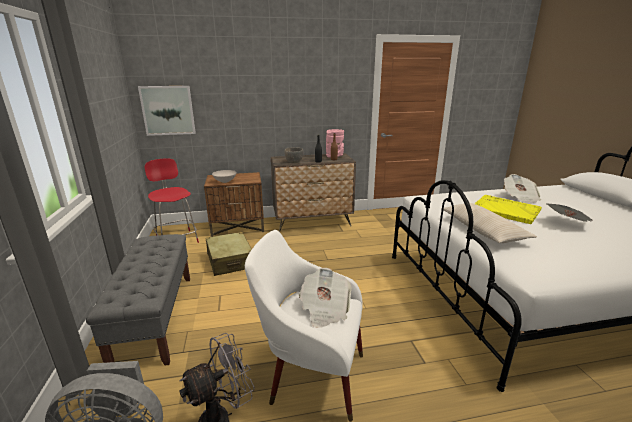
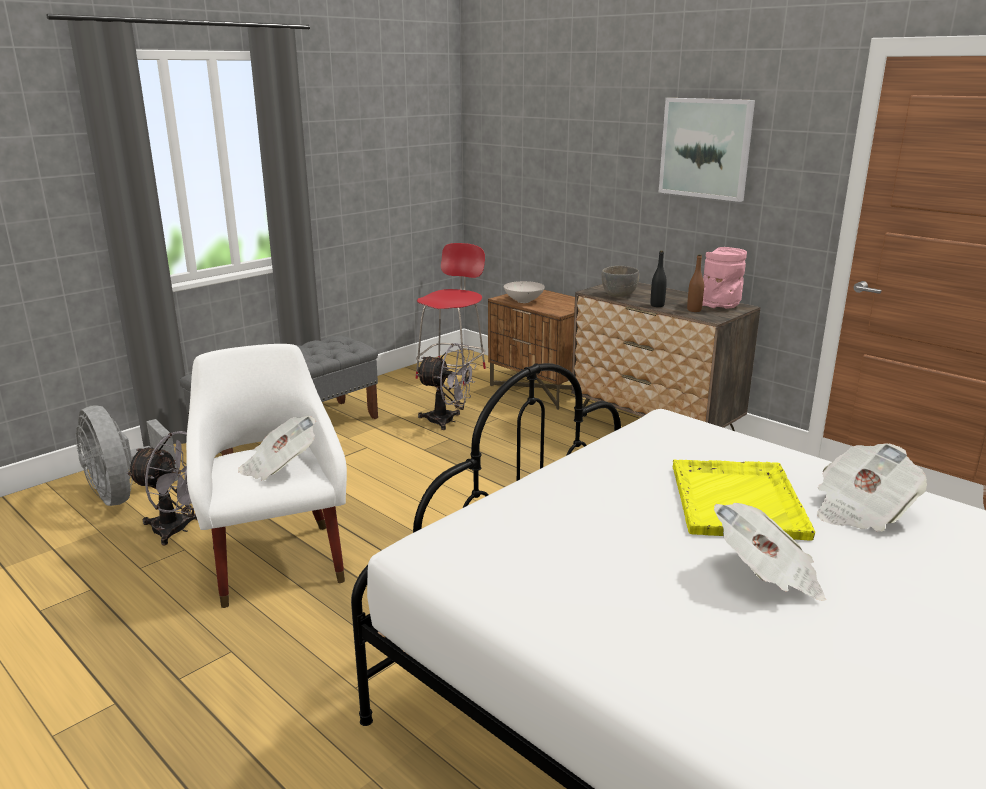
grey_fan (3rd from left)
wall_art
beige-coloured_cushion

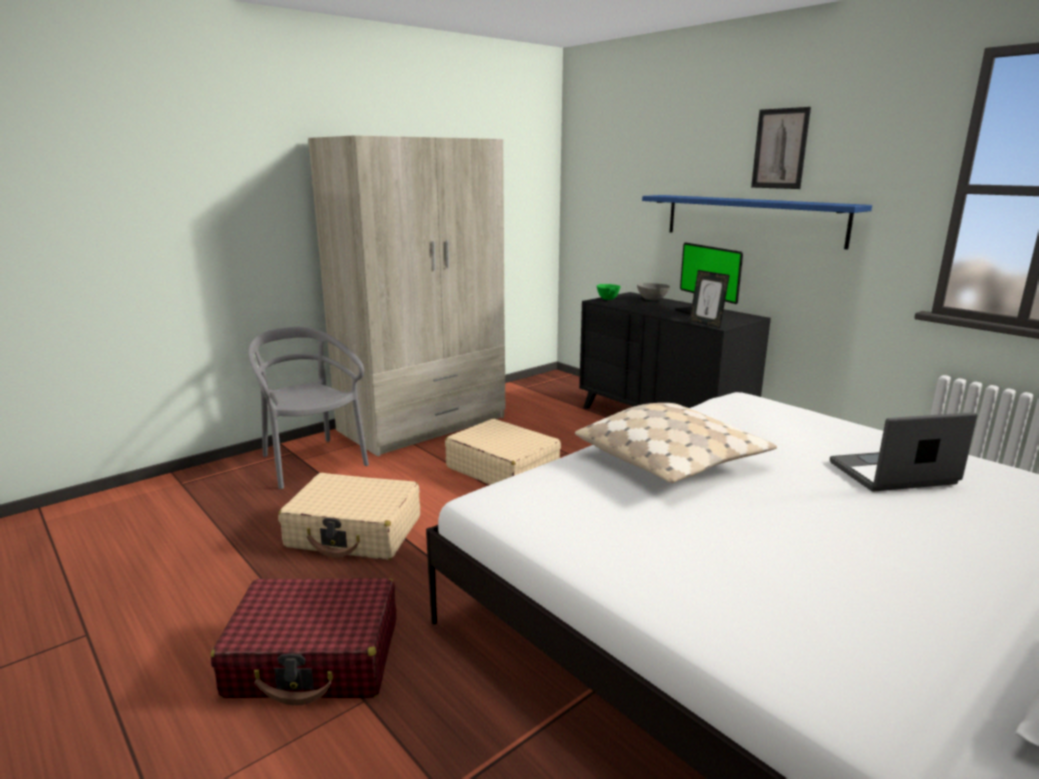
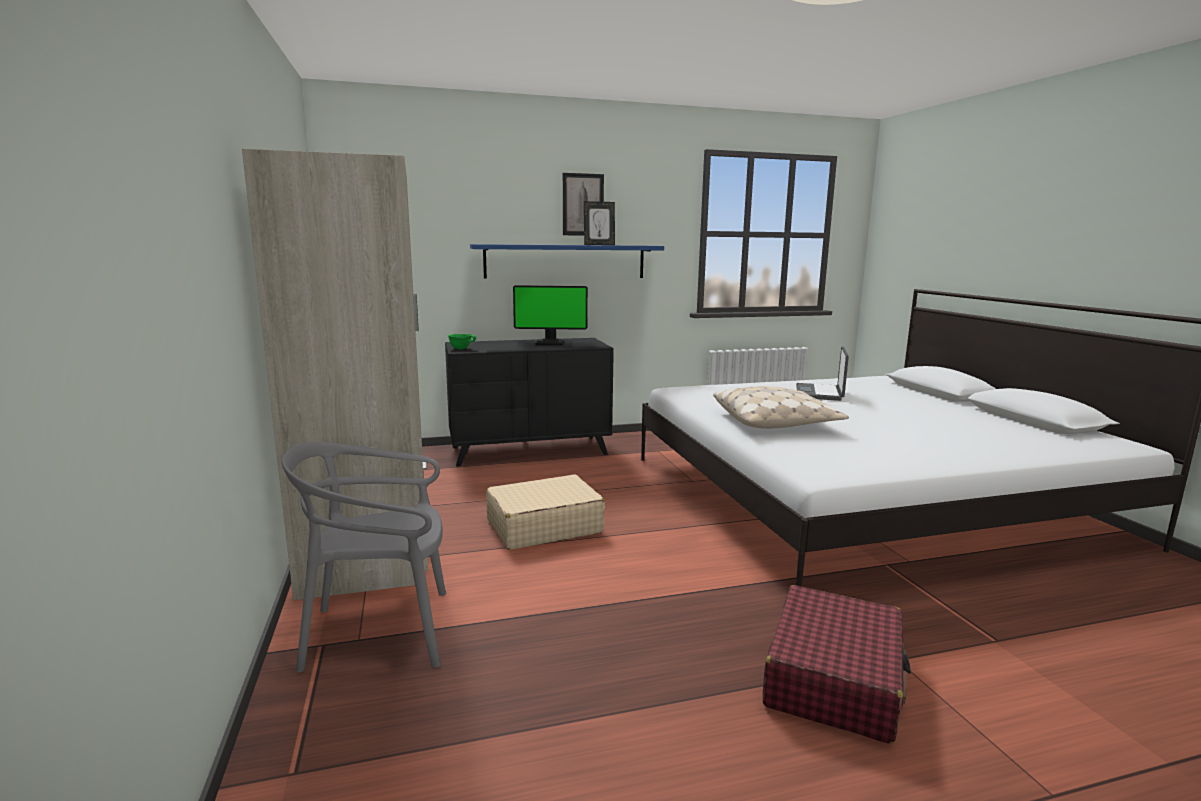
standing_frame
beige-coloured_piece_of_luggage (1st from left in the first image)
grey_serving_bowl

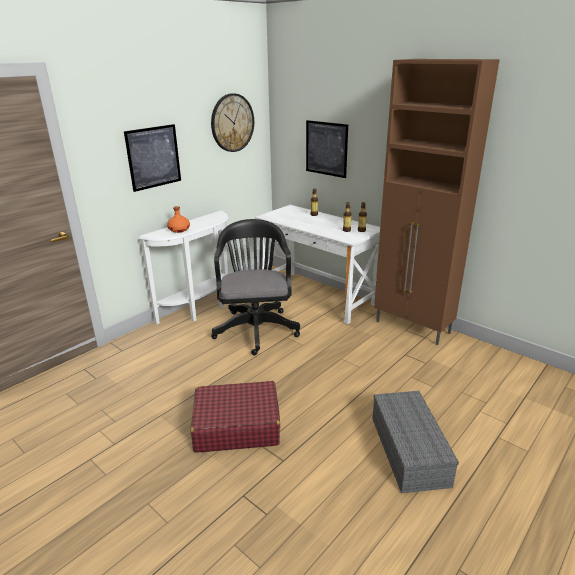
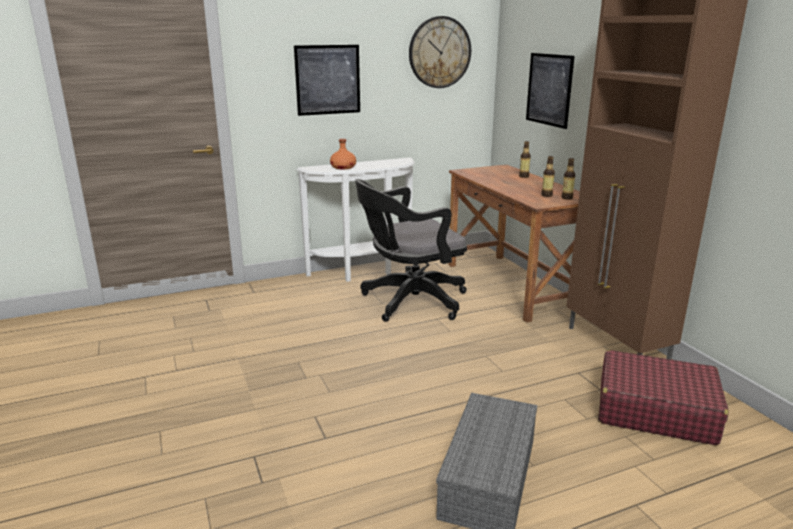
blackish_desk_chair
brown_desk_unit
red_piece_of_luggage

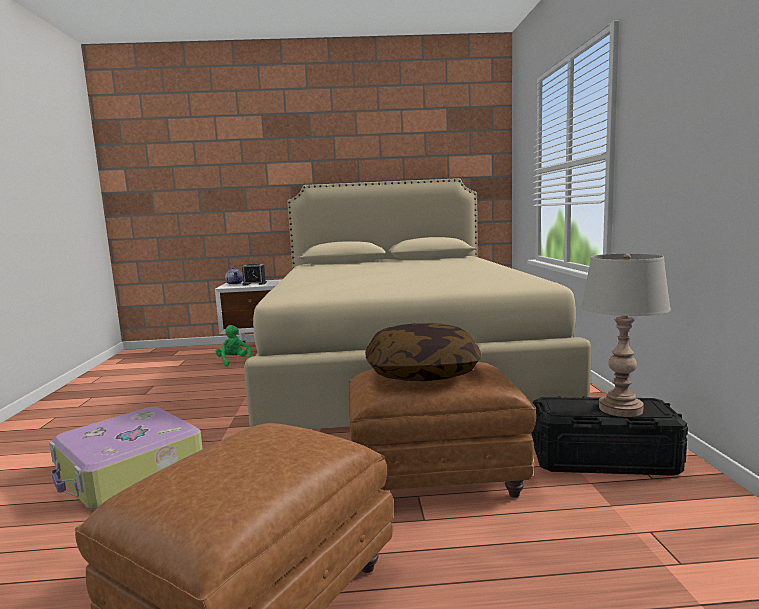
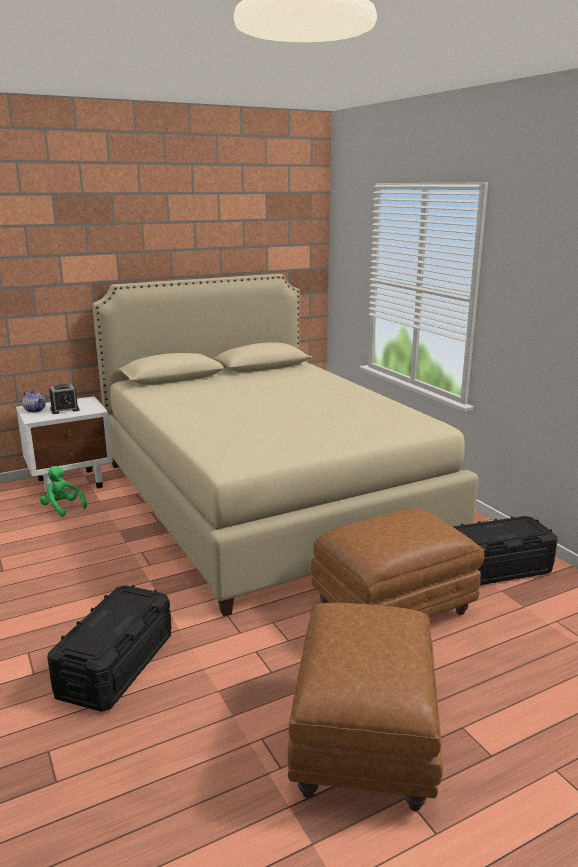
blackish_storage_container (1st from left)
cushion
grey_lamp_for_a_table

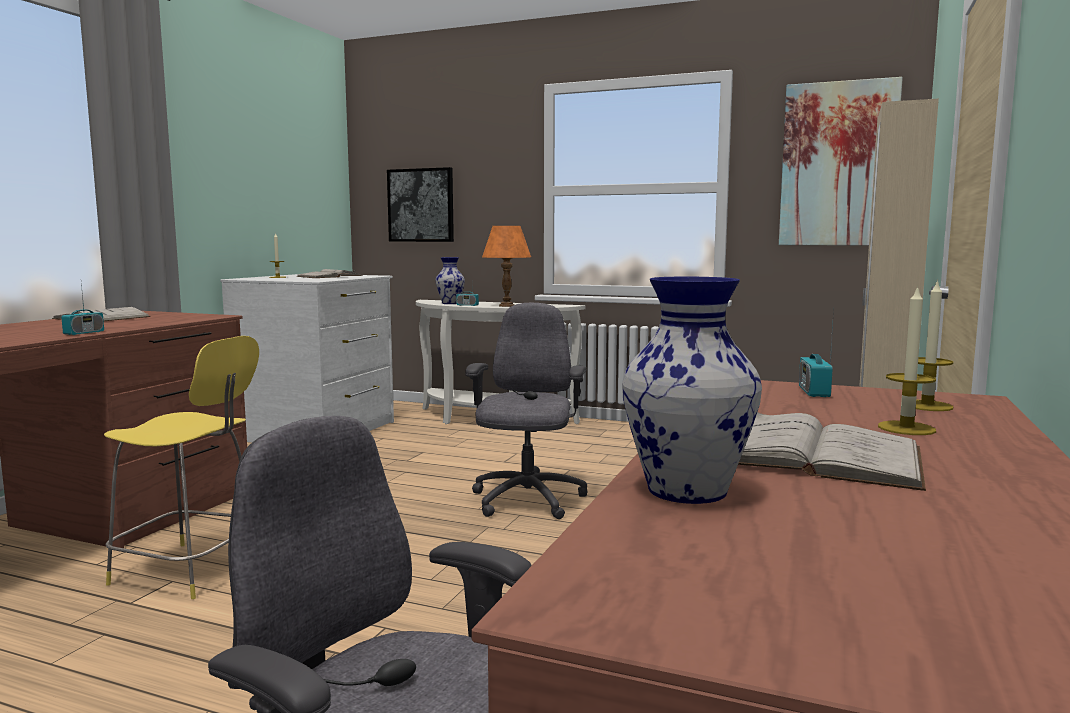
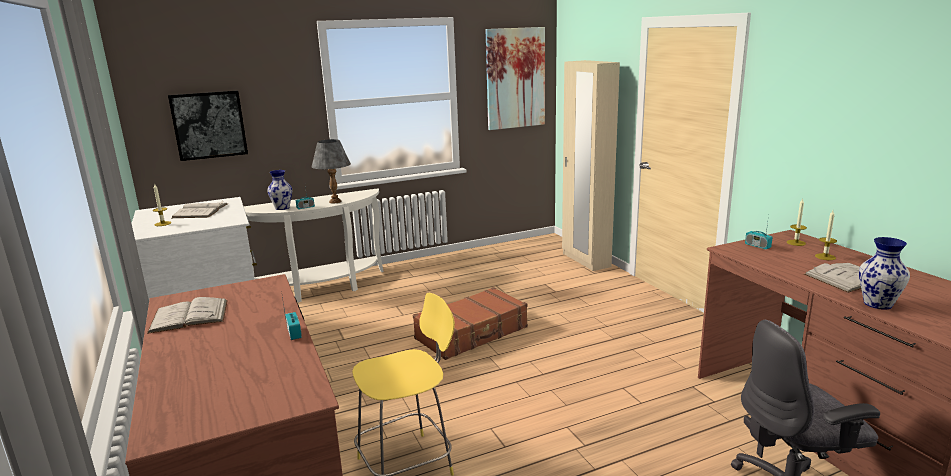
grey_lamp_for_a_table
brown_piece_of_luggage

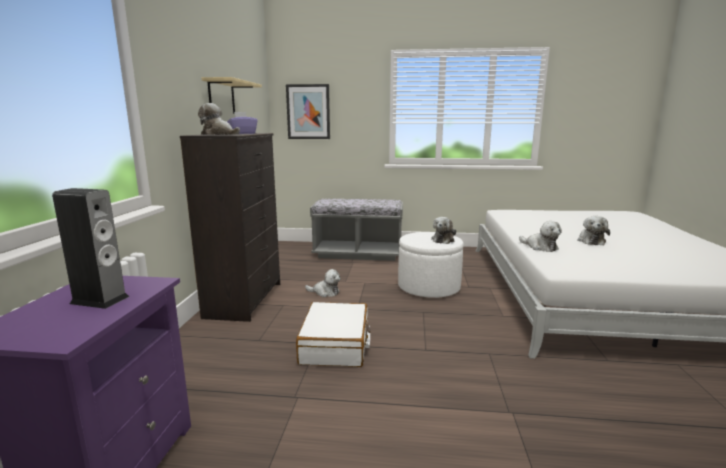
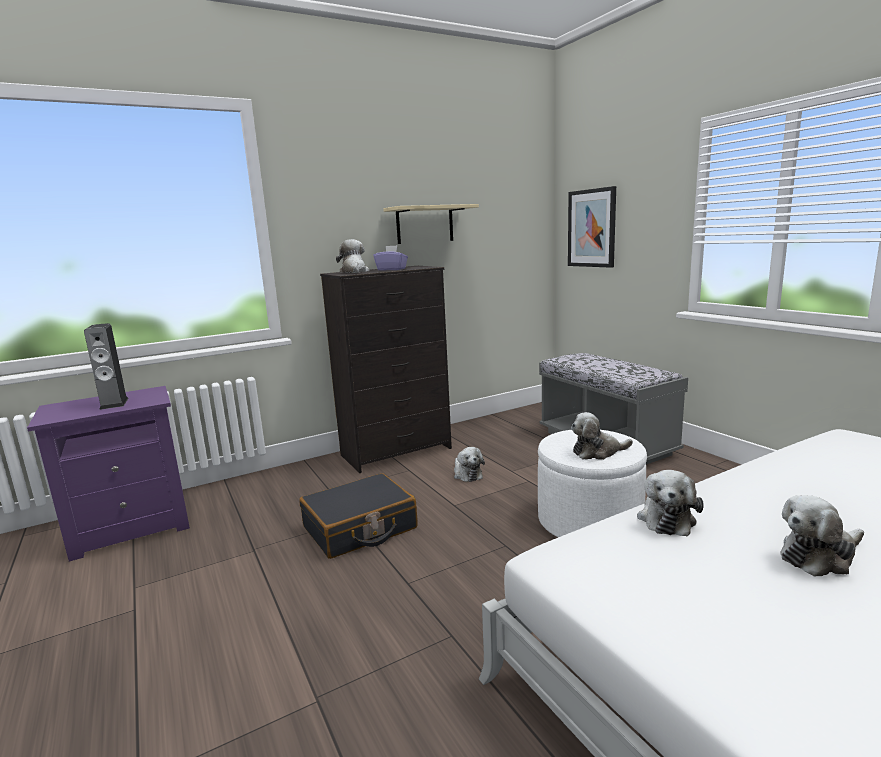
blackish_piece_of_luggage

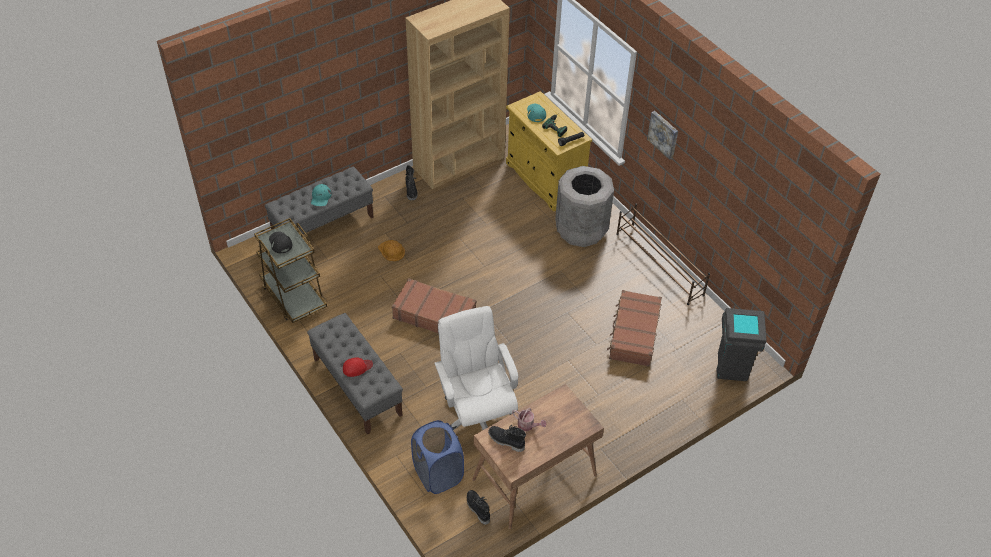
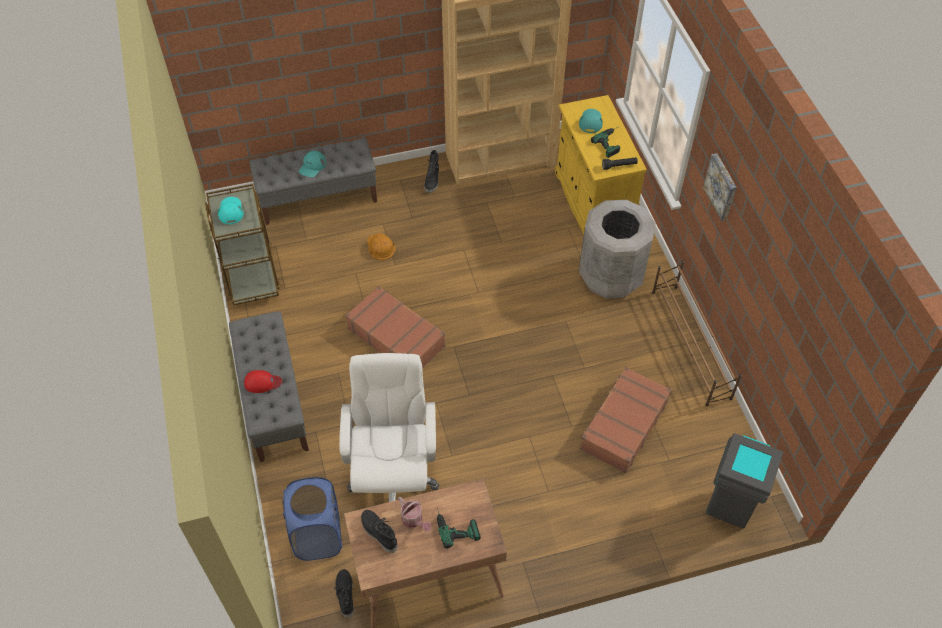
turquoise_baseball_cap (1st from left)
power_drill (1st from left)

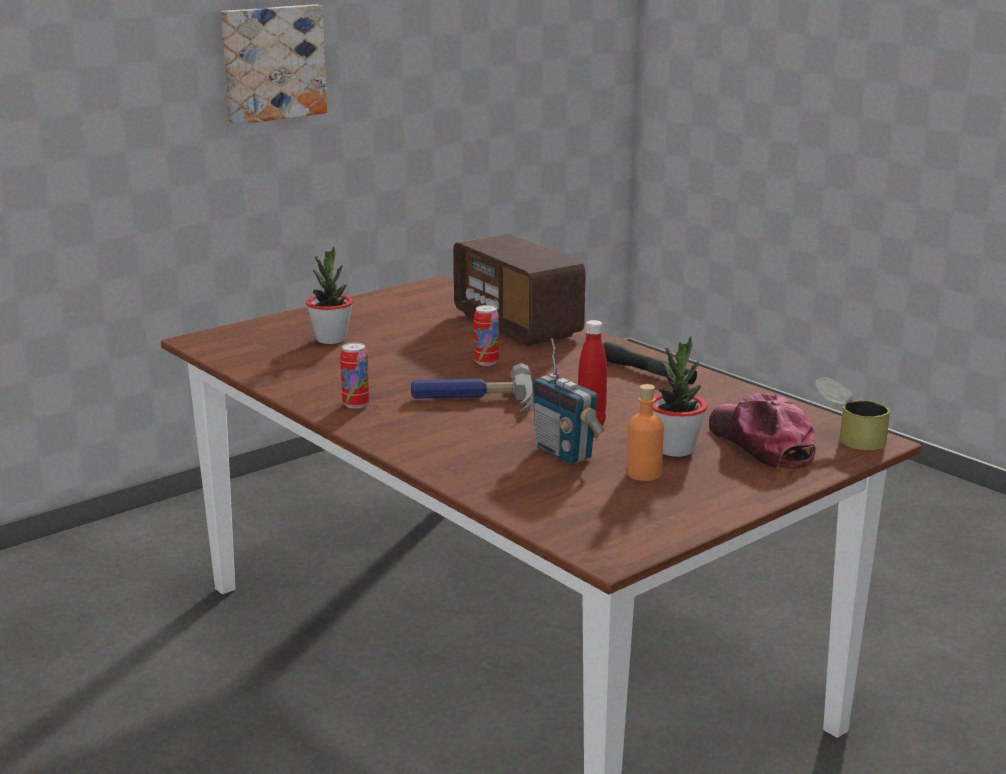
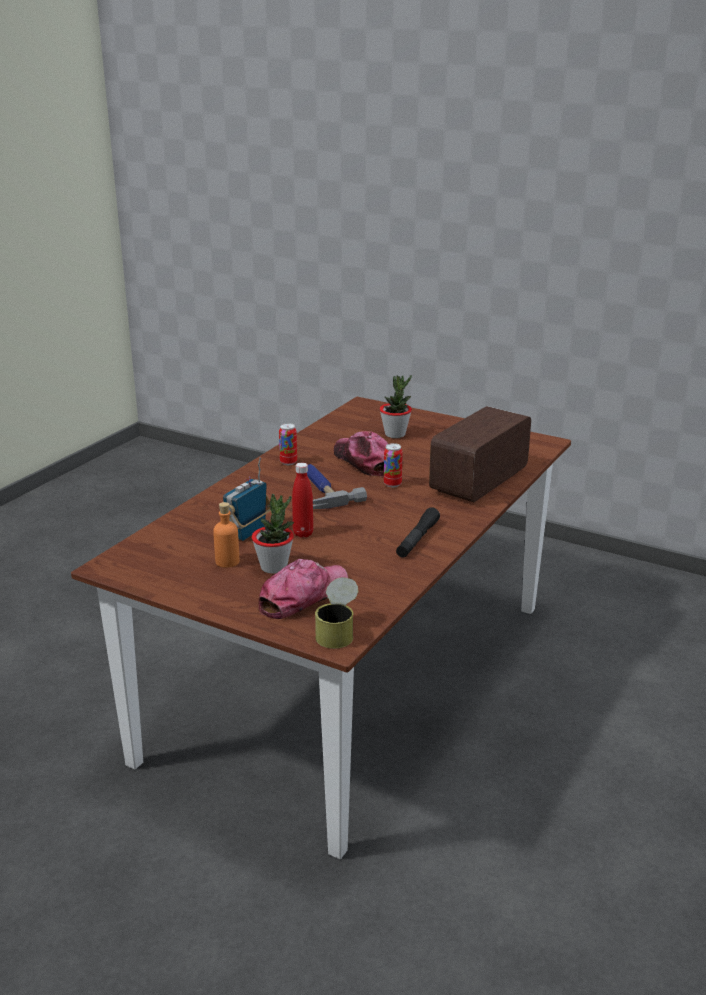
baseball_cap (2nd from left)
wall_art

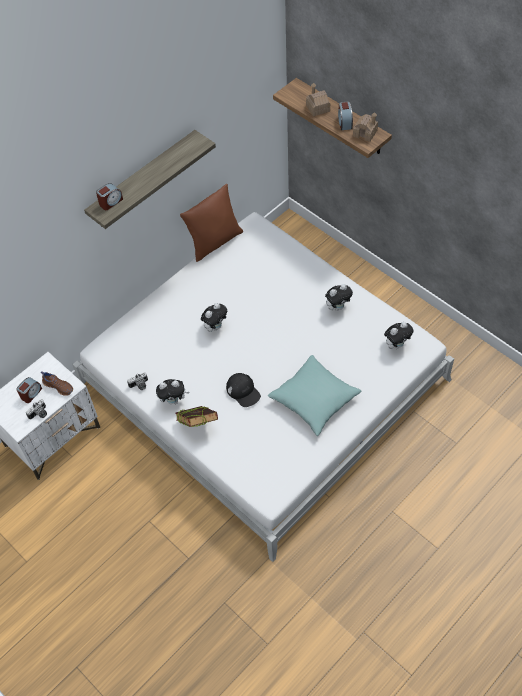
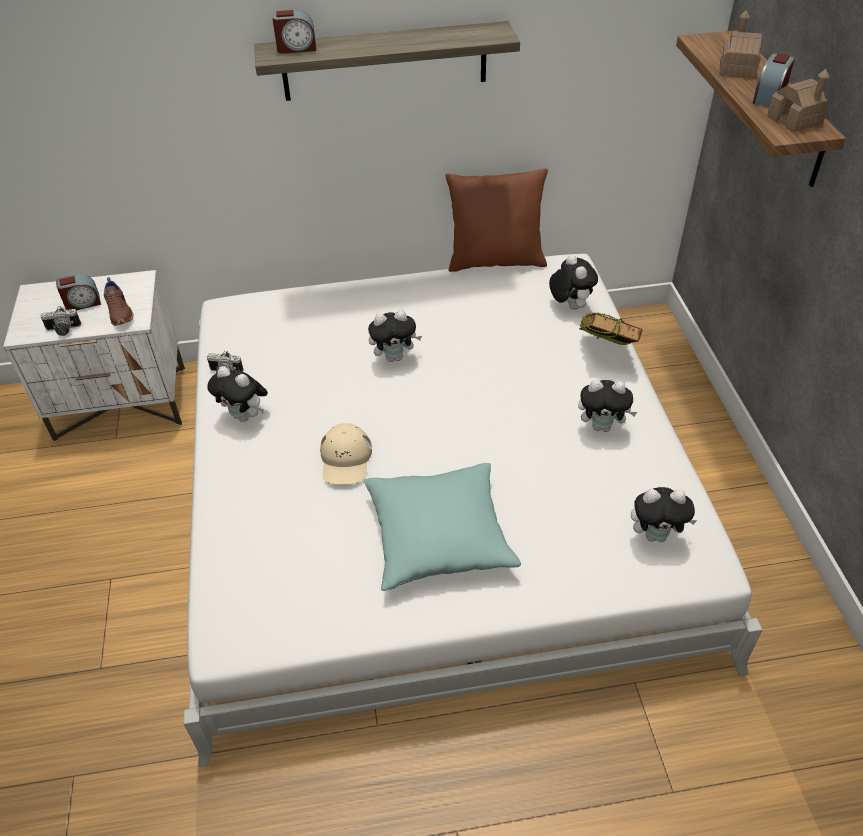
beige-coloured_baseball_cap
cuddly_toy (3rd from left)
volume

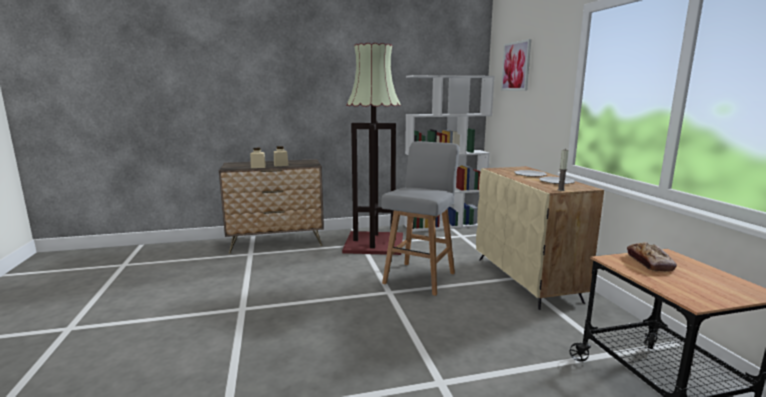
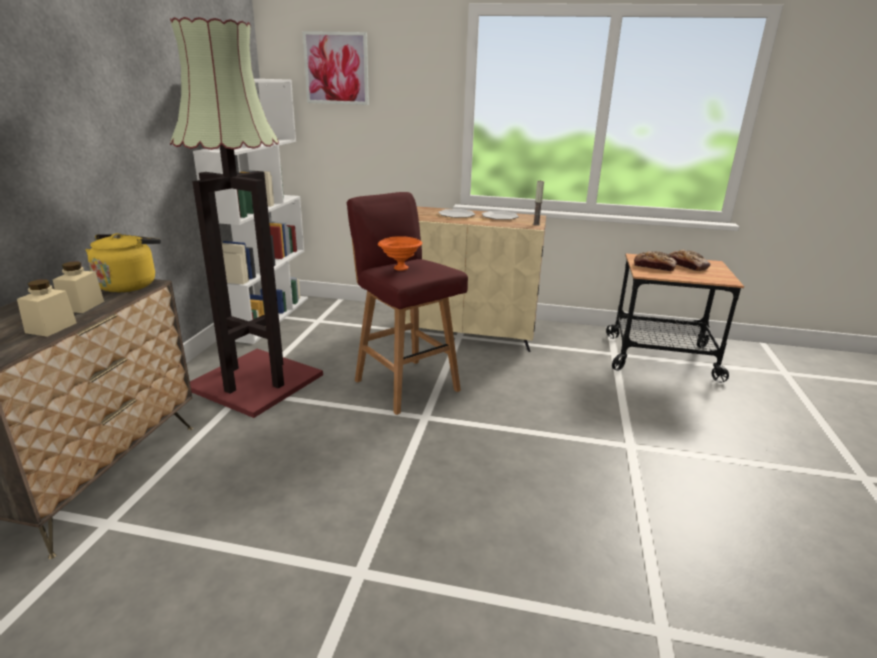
yellow_tea_kettle
red_stool
orange_serving_bowl
bread (2nd from left)

